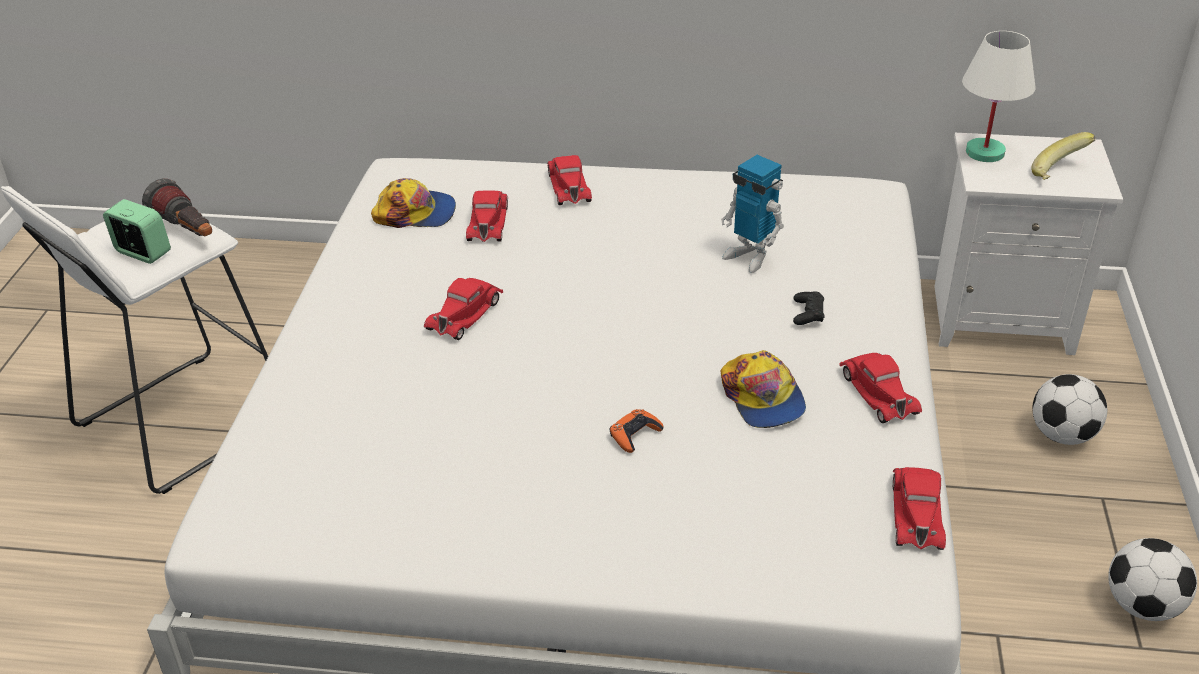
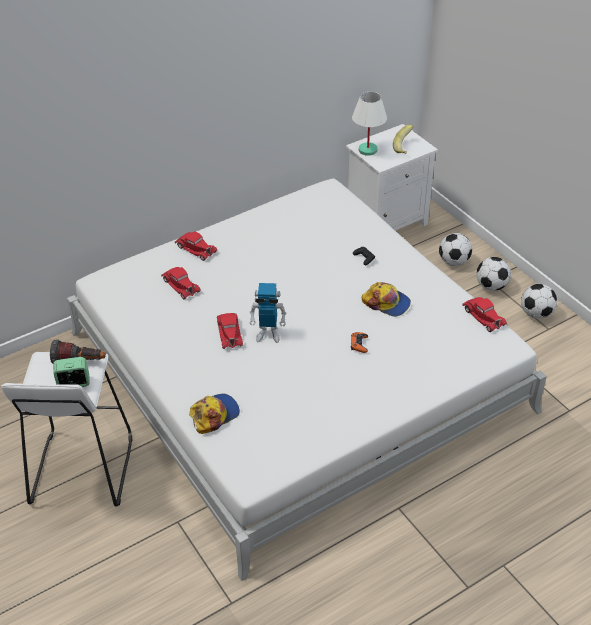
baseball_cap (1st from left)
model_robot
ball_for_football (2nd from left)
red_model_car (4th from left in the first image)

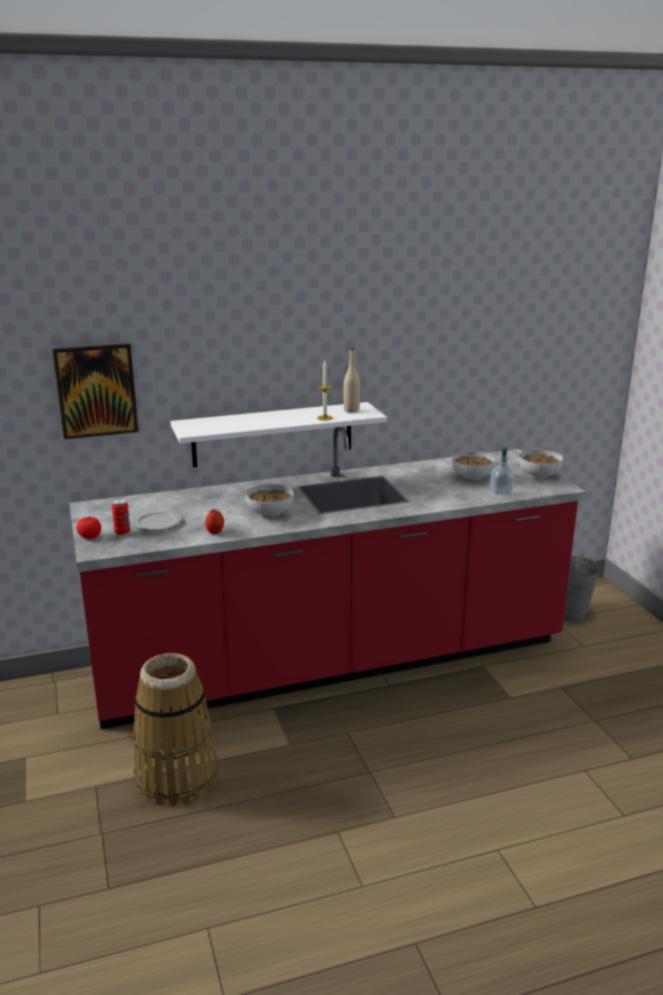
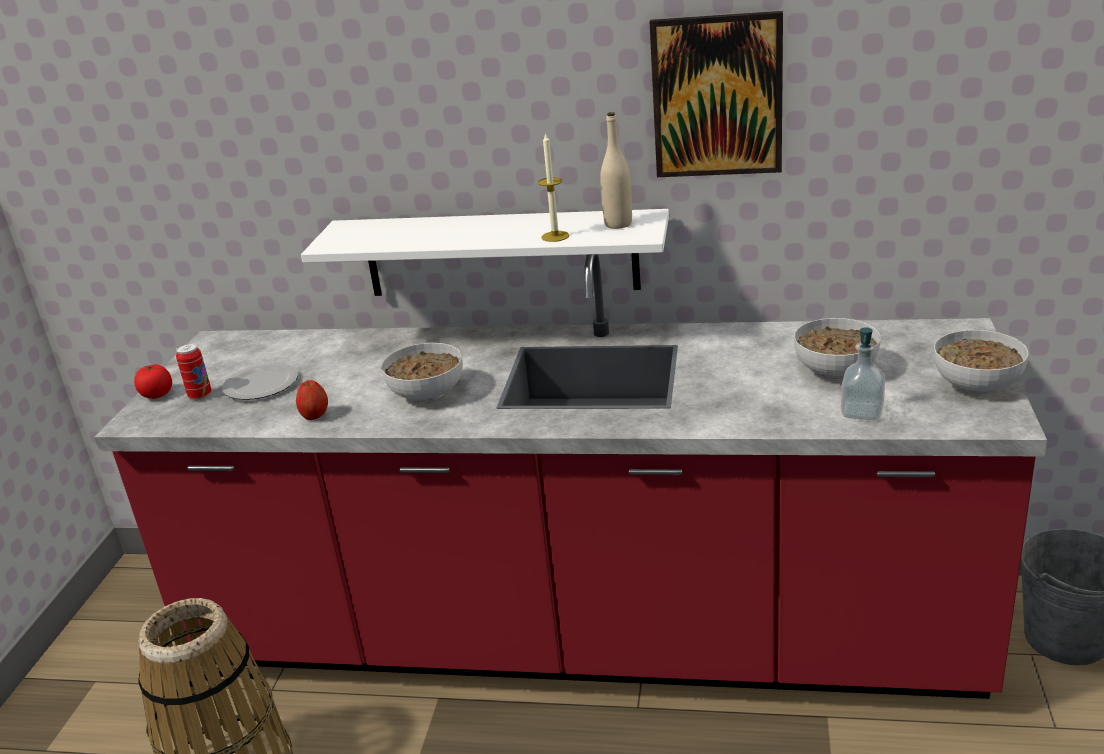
wall_art

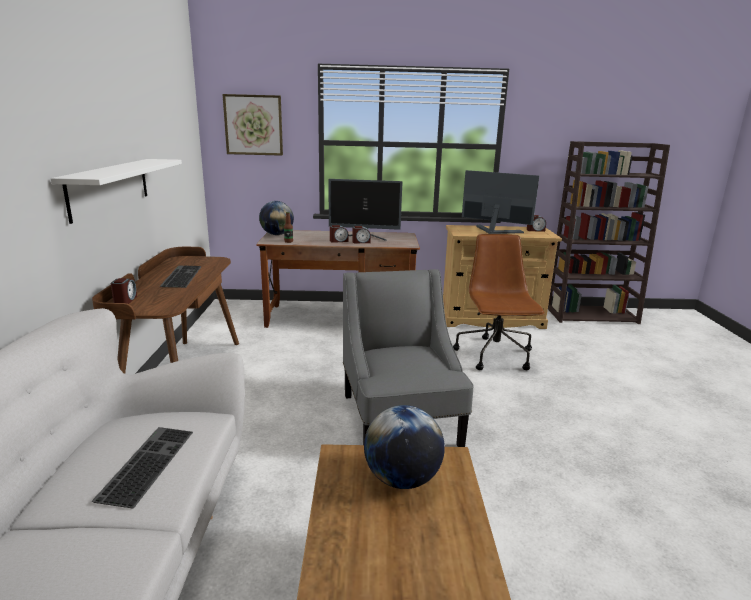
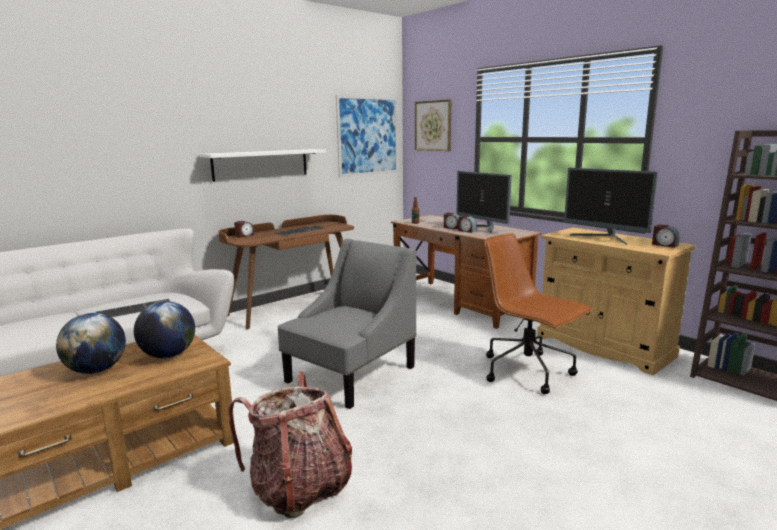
desk_globe (1st from left)
knapsack
wall_art (1st from left)
brown_desk_chair
computer_display (2nd from left)

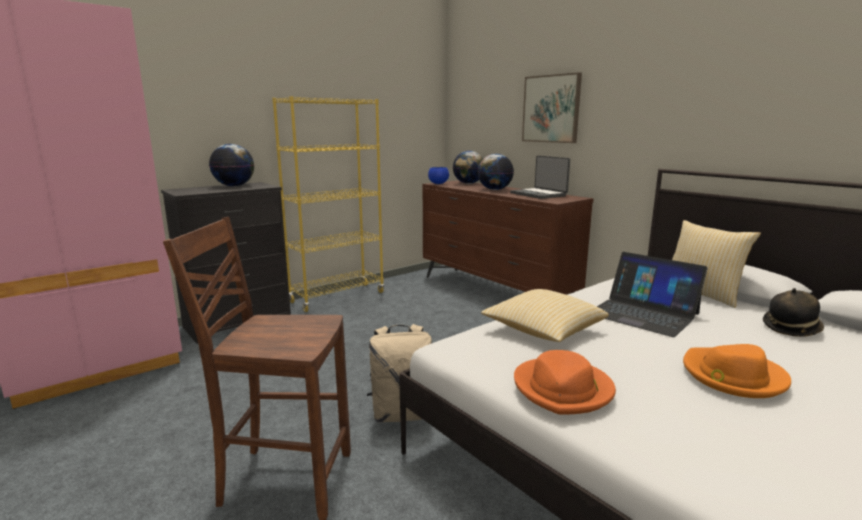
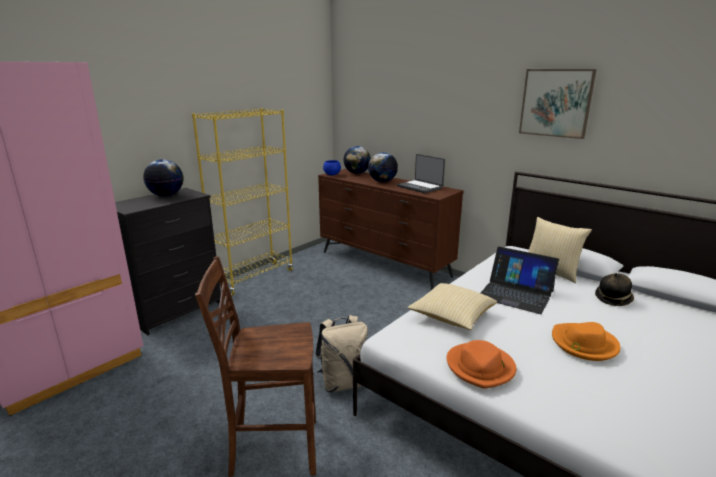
wall_art

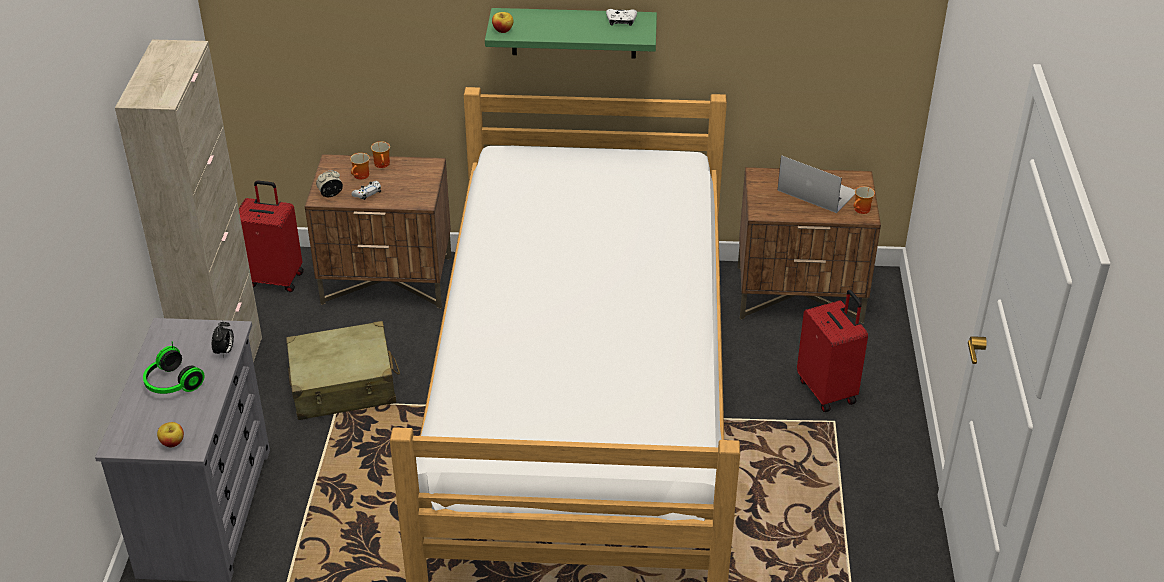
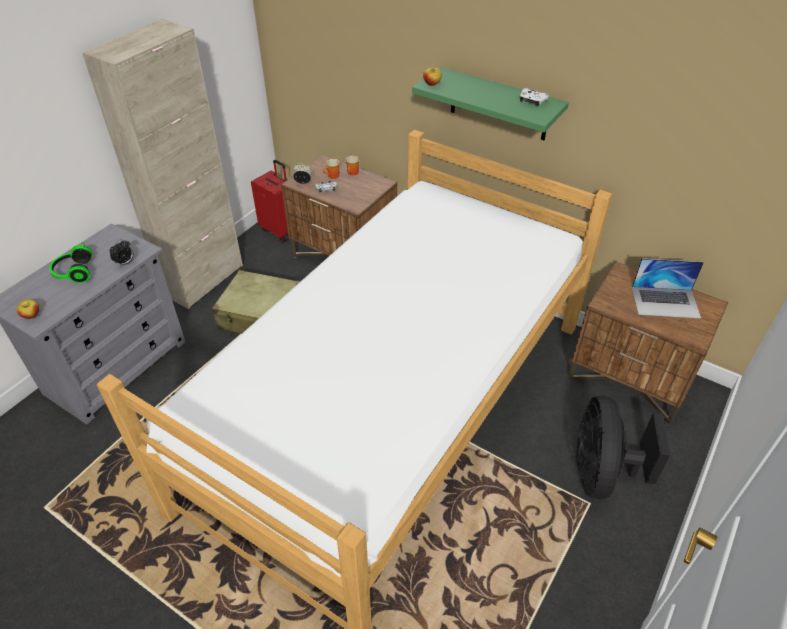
blackish_fan
portable_computer
coffee_mug (3rd from left in the first image)

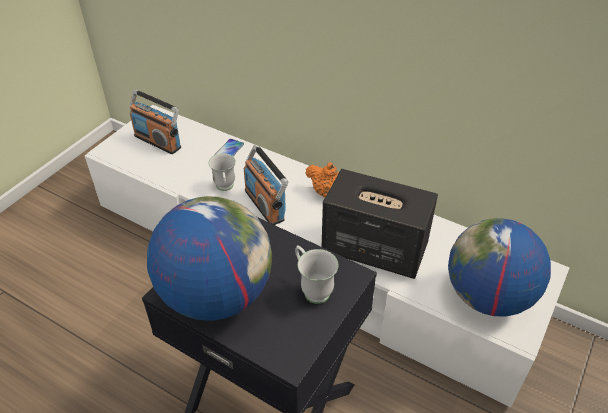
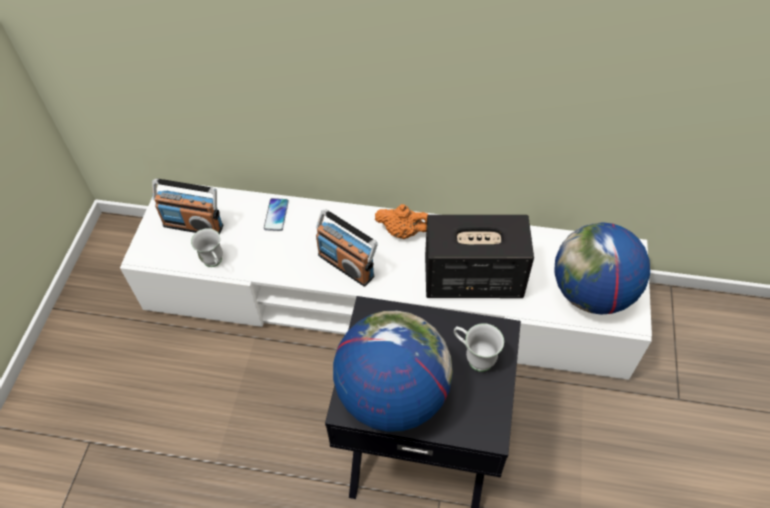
whitish_coffee_mug (1st from left)

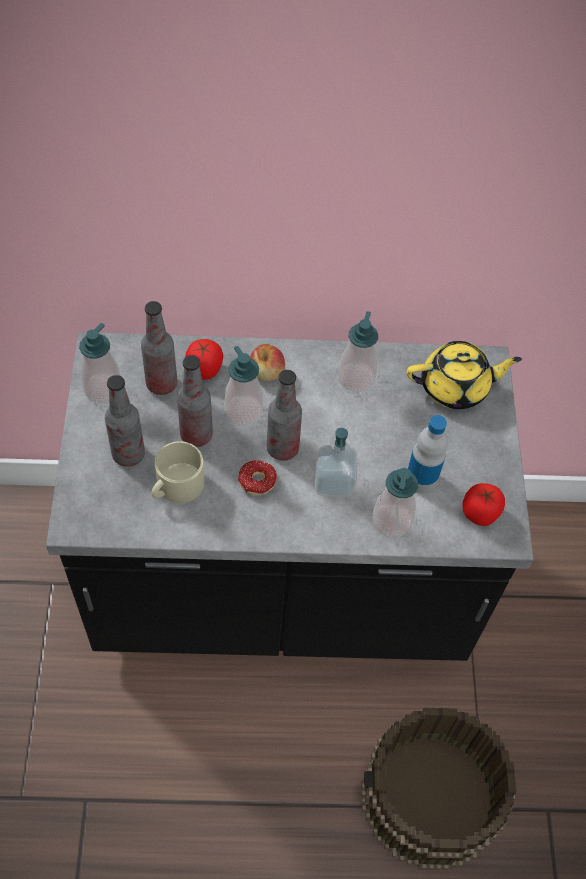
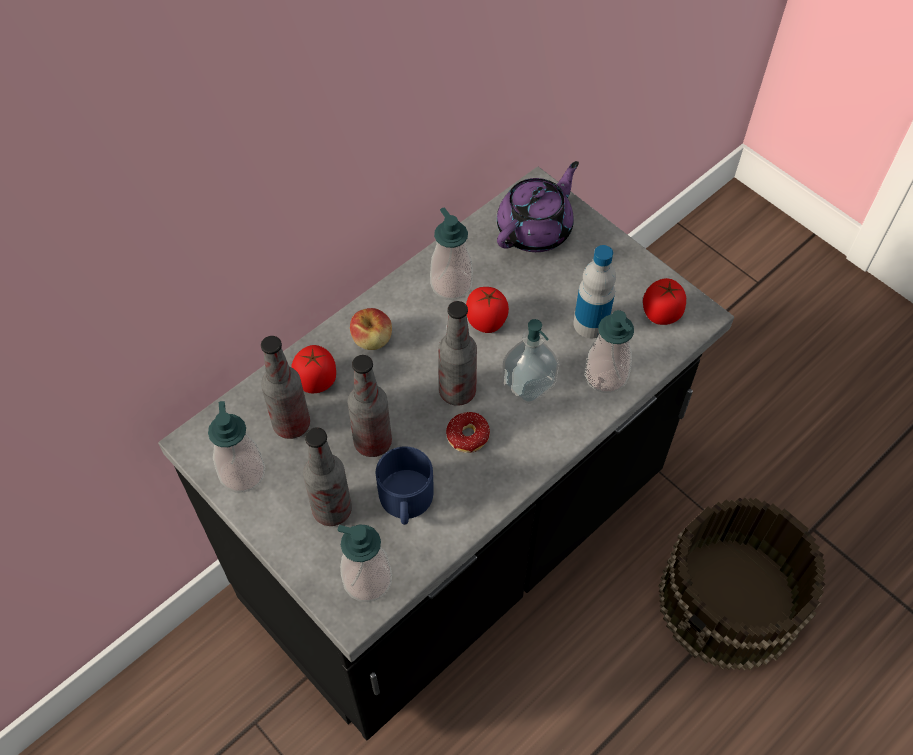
liquid_soap_bottle (2nd from left)
blue_coffee_mug
fresh_tomato (2nd from left)
purplish_pot_for_tea

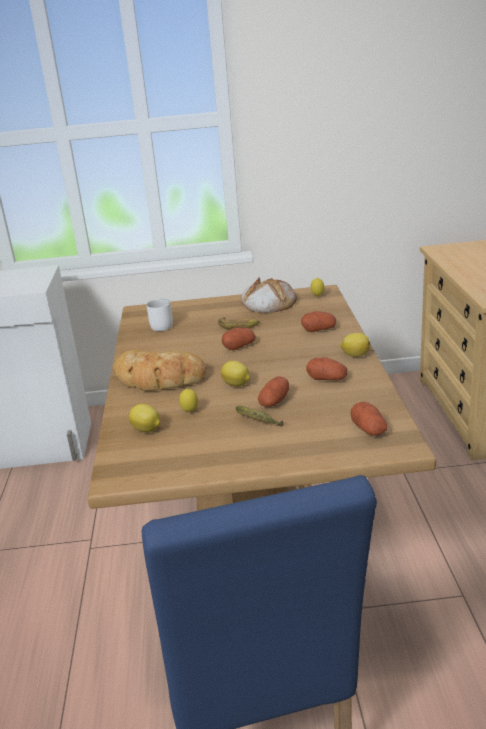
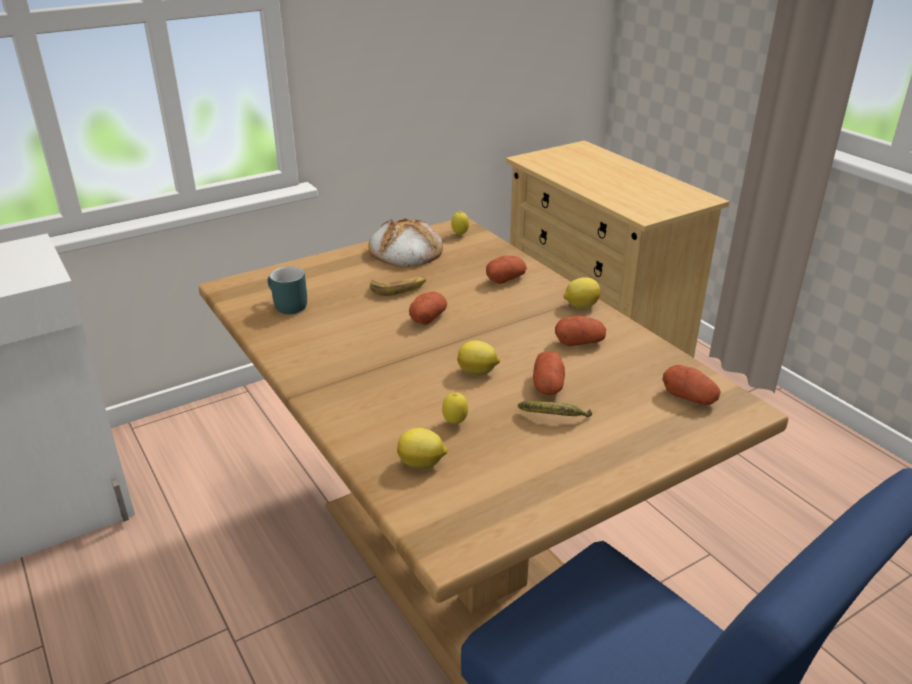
turquoise_coffee_mug
bread (1st from left in the first image)

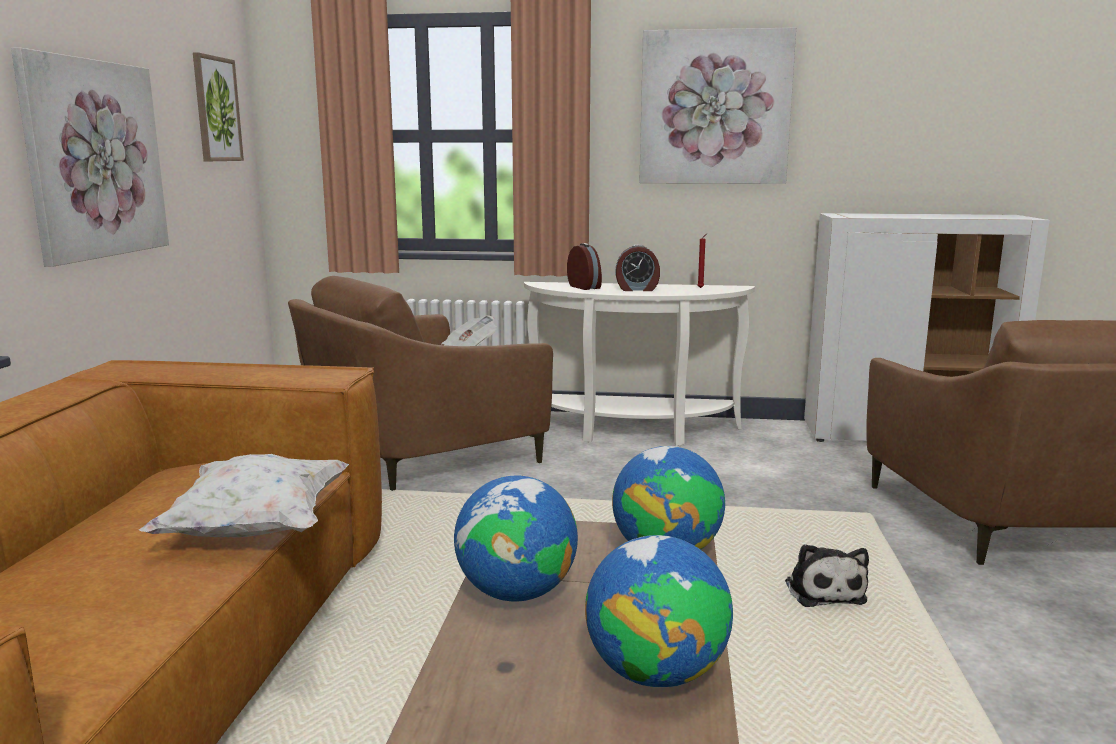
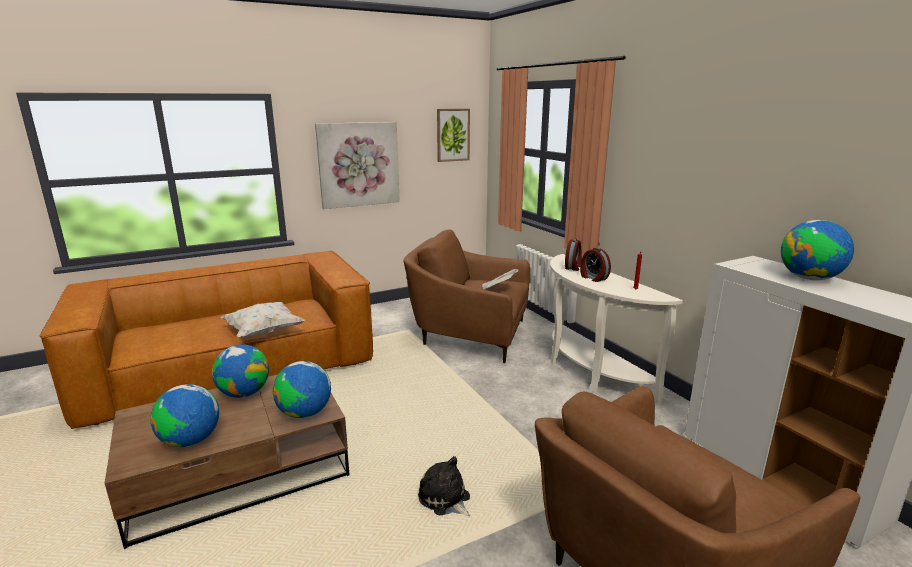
cuddly_toy
desk_globe (4th from left)
wall_art (3rd from left in the first image)

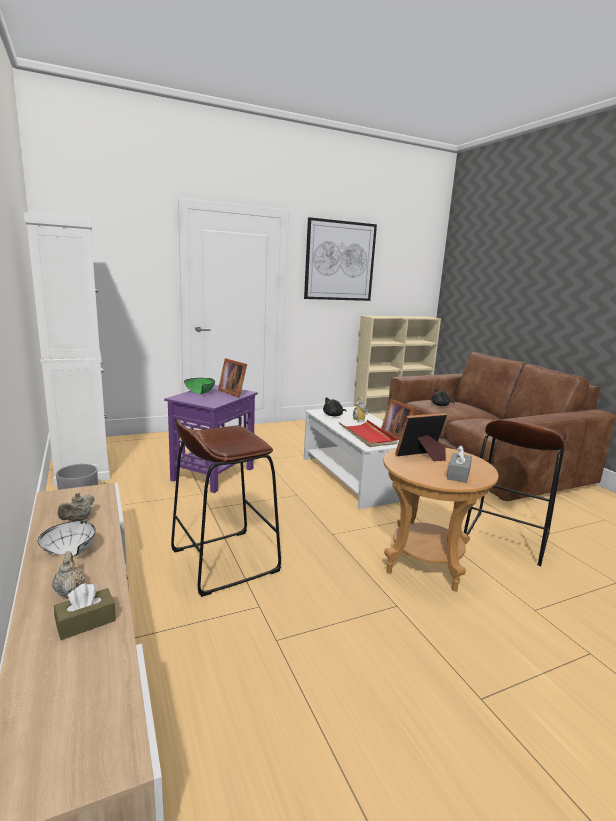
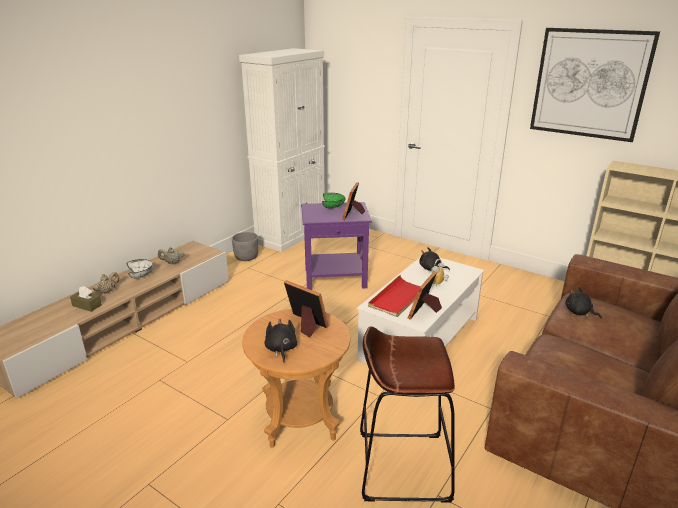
blackish_cuddly_toy (1st from left)
brown_stool (1st from left in the first image)

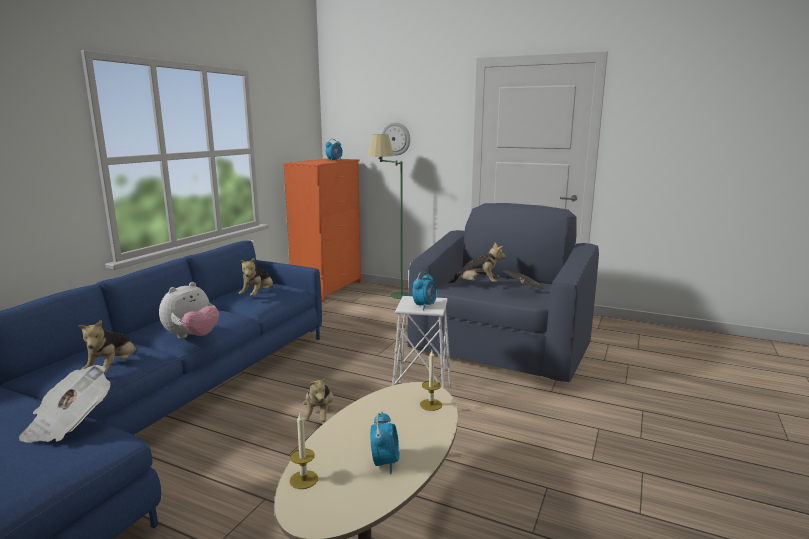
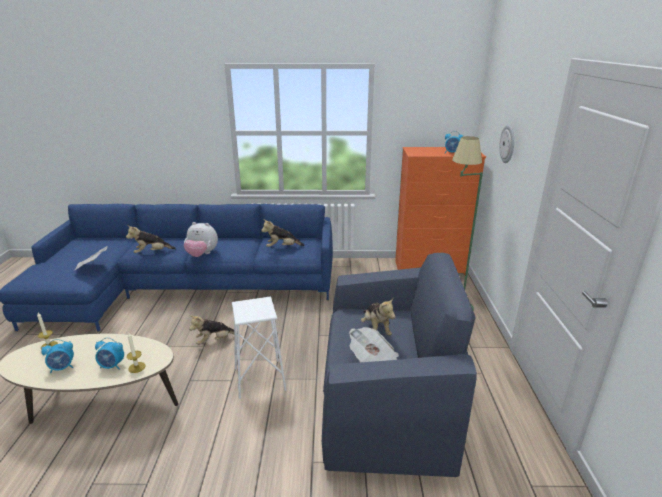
alarm_clock (2nd from left)

